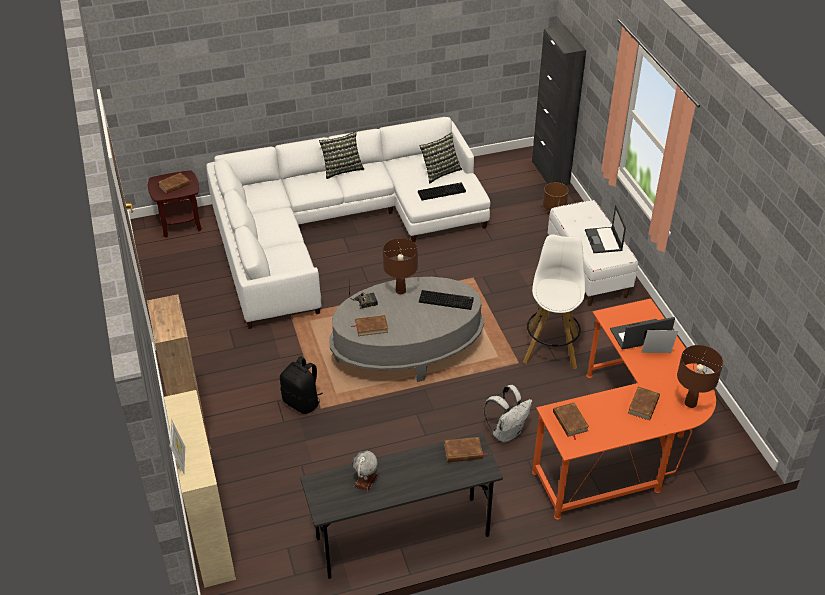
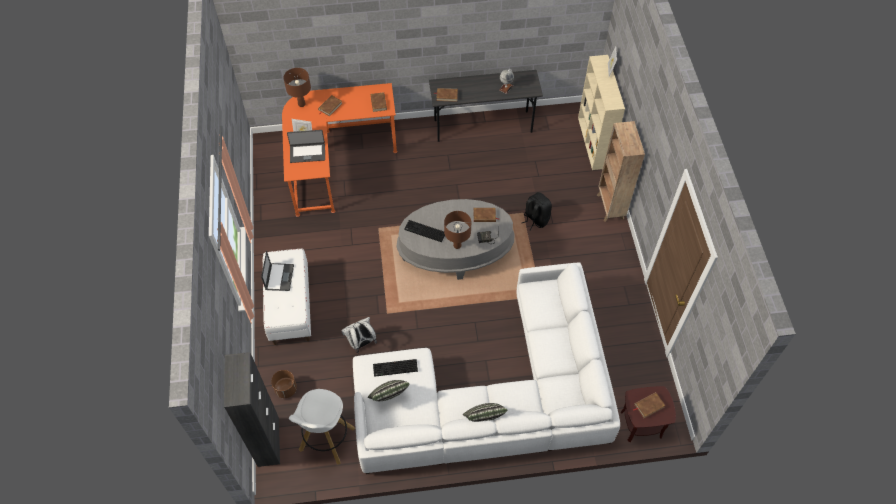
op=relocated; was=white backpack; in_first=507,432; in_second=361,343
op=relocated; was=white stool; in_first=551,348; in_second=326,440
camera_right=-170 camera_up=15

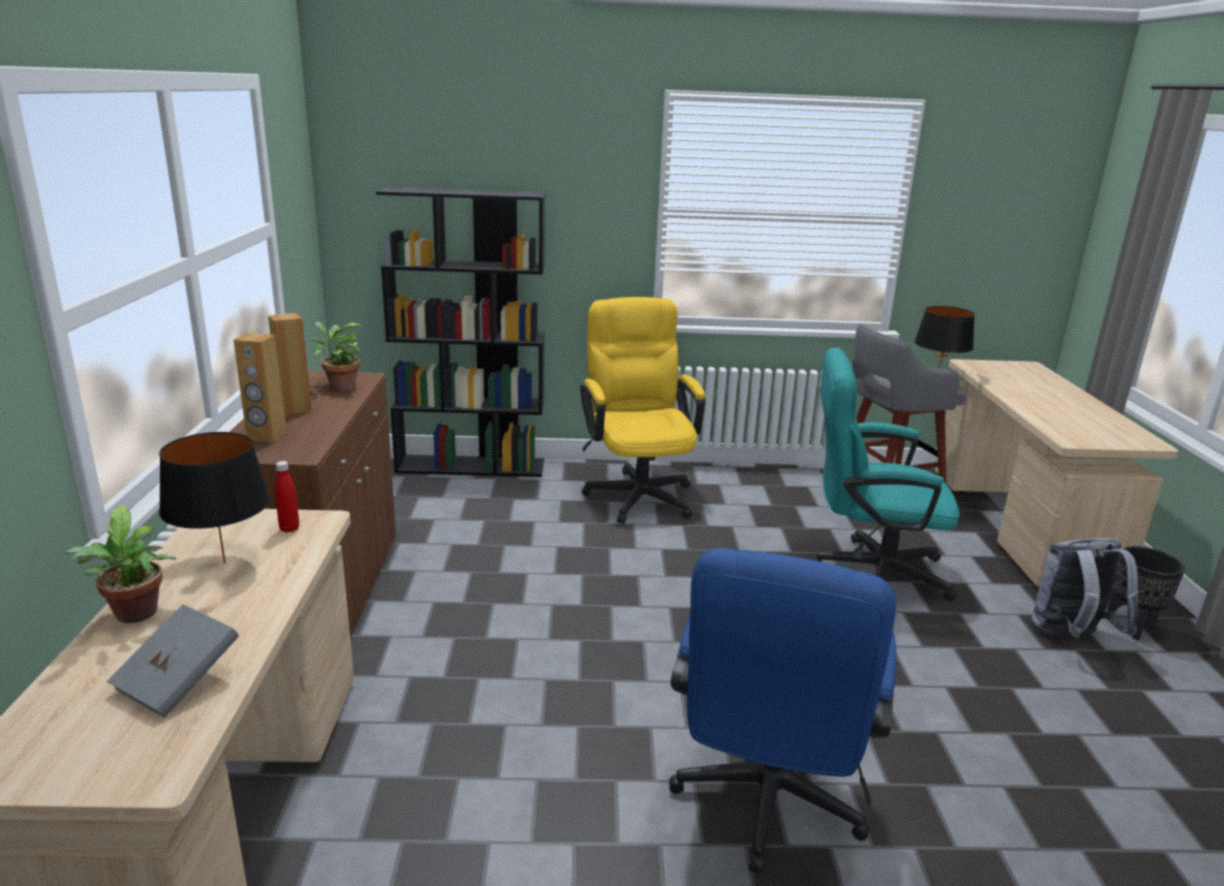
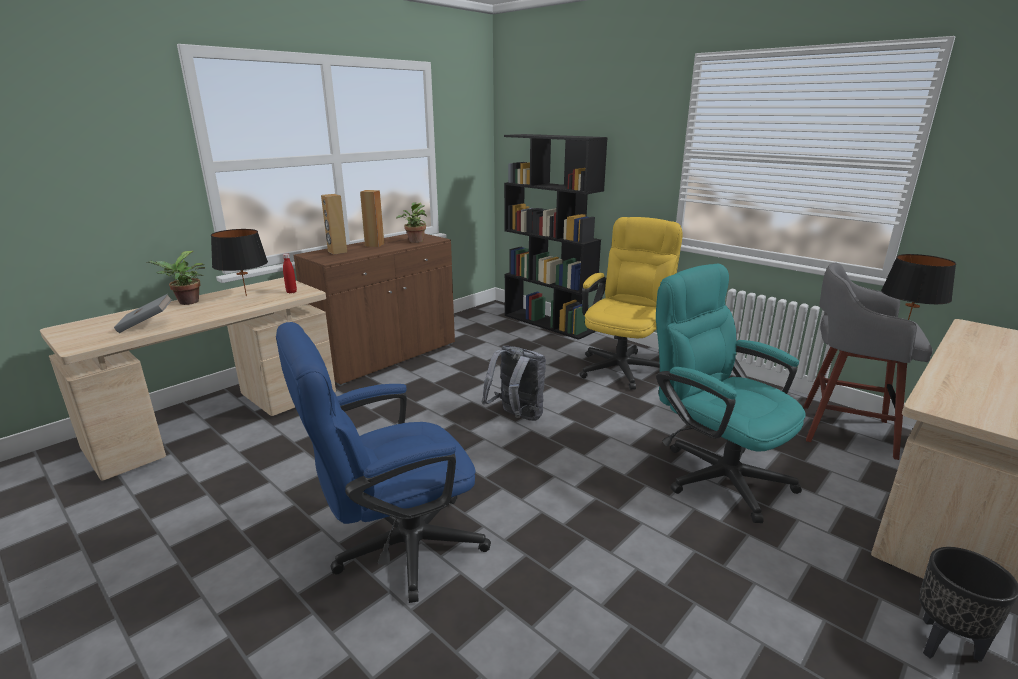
op=relocated; was=grey backpack; in_first=1070,637; in_second=516,417
camera_right=45 camera_up=0

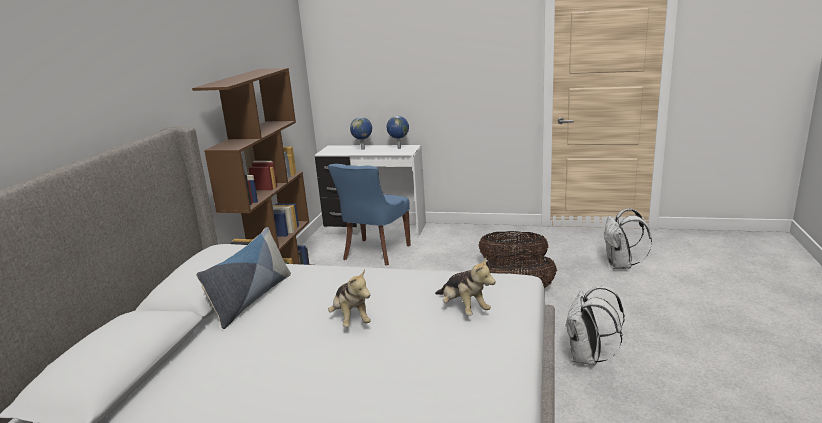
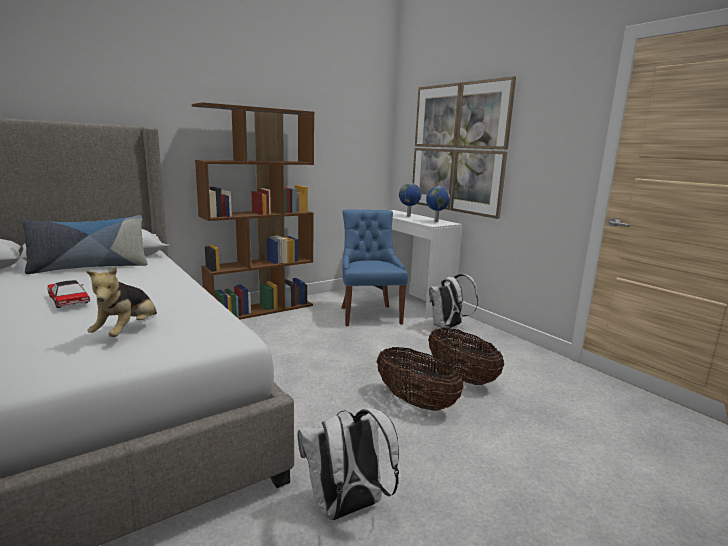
op=spun; was=blue chair; in_first=375,253; in_second=369,315; clockwise=105
op=exchanged; was=plush toy; now=toy car; in_first=351,319; in_second=69,300
op=relocated; was=white backpack; in_first=621,265; in_second=448,327
op=appeared; now=picture; in_second=457,148
camera_right=40 camera_up=-5

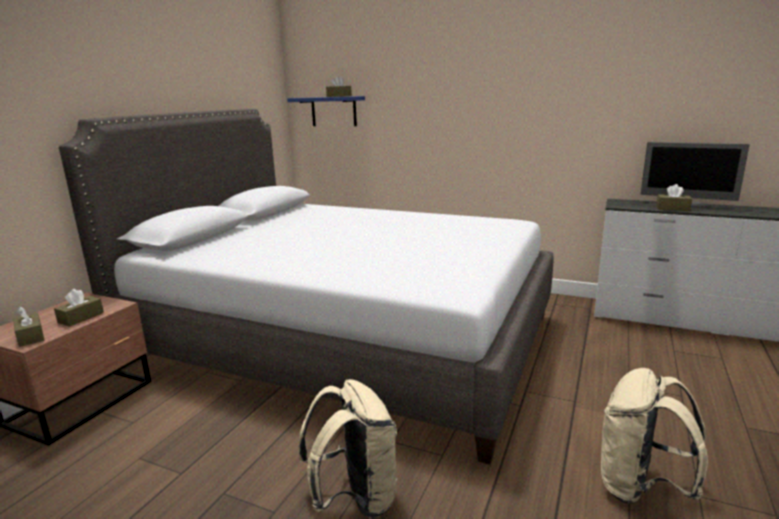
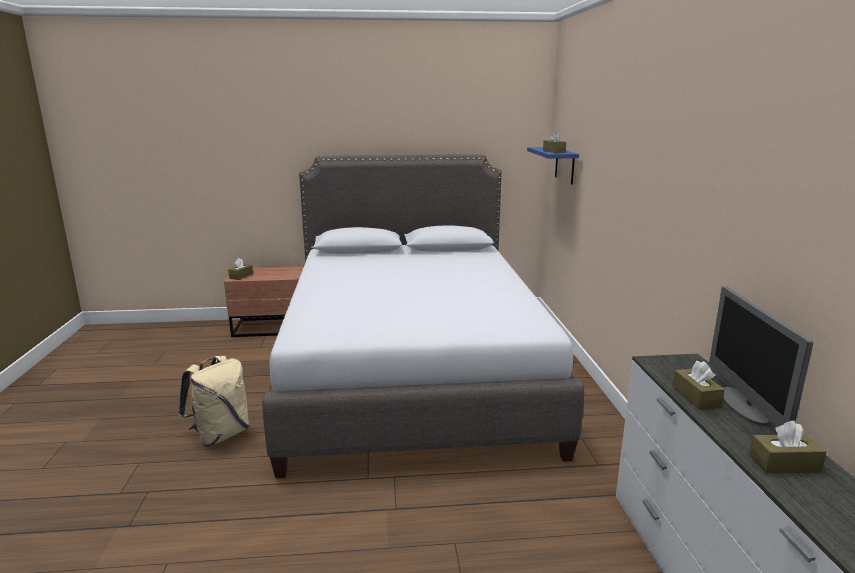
op=relocated; was=brown tissue box; in_first=81,317; in_second=784,464
op=missing; was=beige backpack; in_first=640,487
camera_right=60 camera_up=0

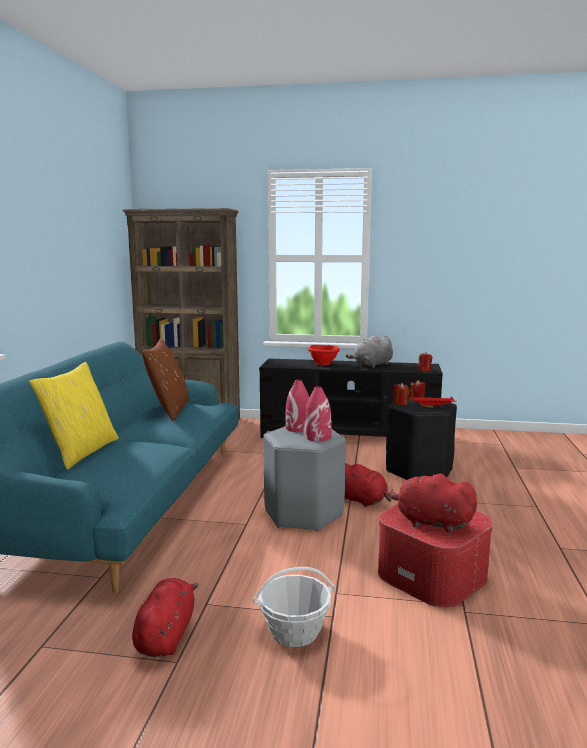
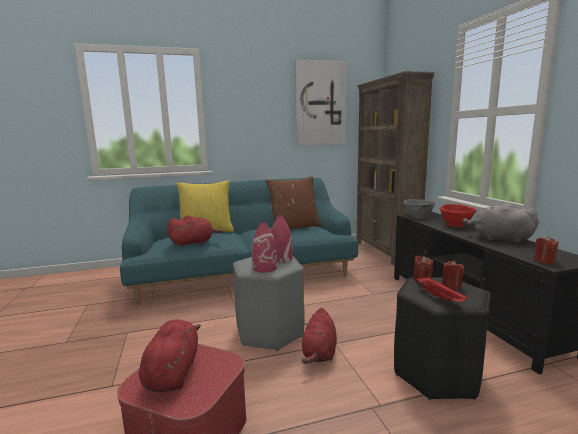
op=relocated; was=red plush toy; in_first=166,636; in_second=194,243
op=missing; was=basket; in_first=294,631
op=appeared; now=picture; in_second=320,103
op=appeared; now=grey bowl; in_second=418,217
camera_right=65 camera_up=0

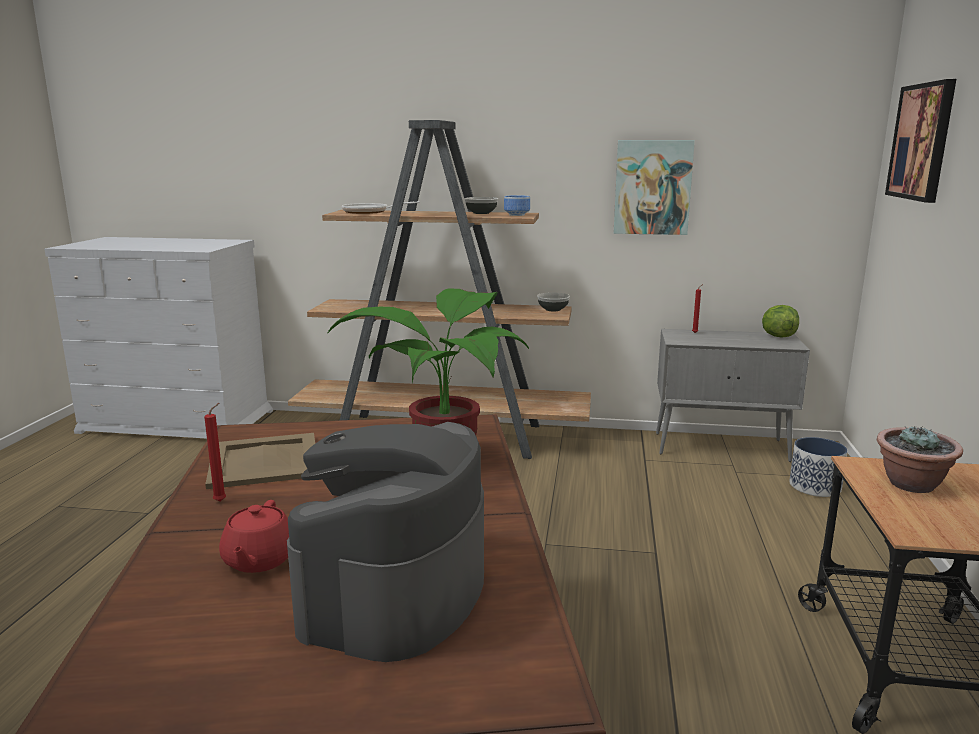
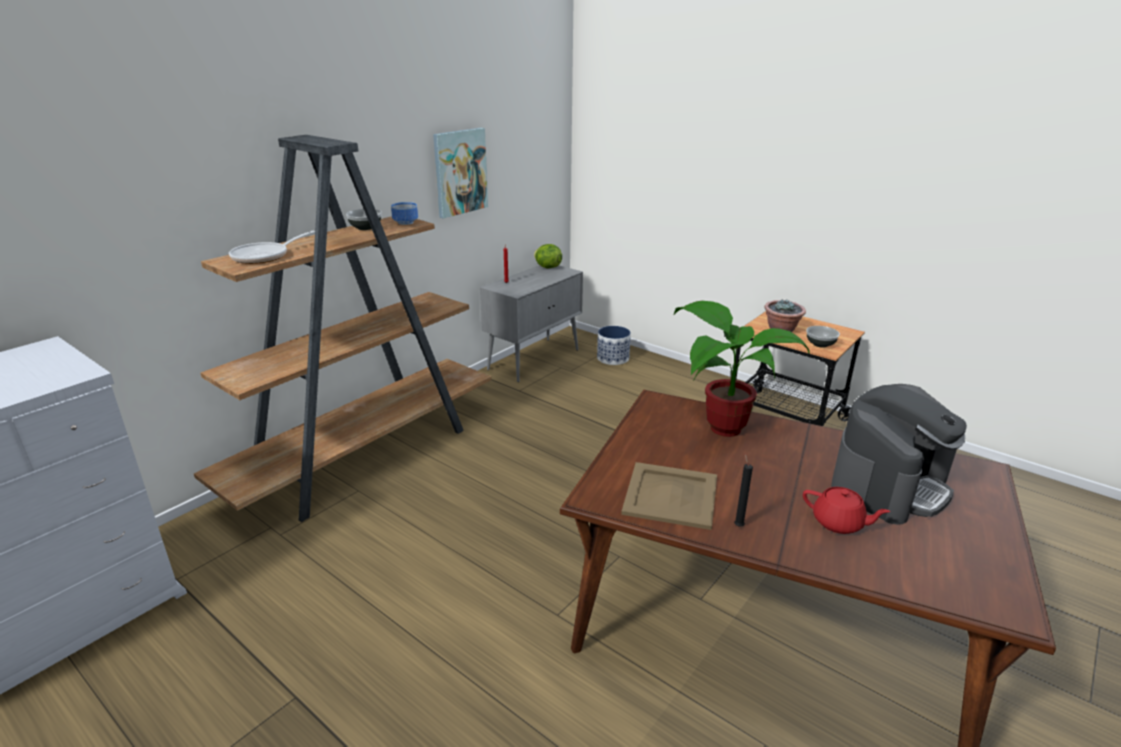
op=colour; was=red candle; now=black candle; in_first=222,501; in_second=738,525
op=spun; was=coffee machine; in_first=394,590; in_second=889,484; clockwise=-90
op=relocated; was=bowl; in_first=553,309; in_second=820,344
op=missing; was=picture; in_first=921,142
camera_right=-60 camera_up=10

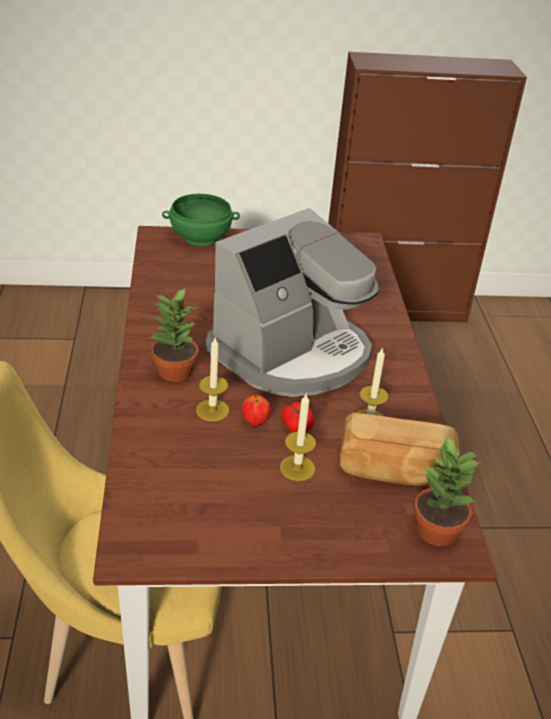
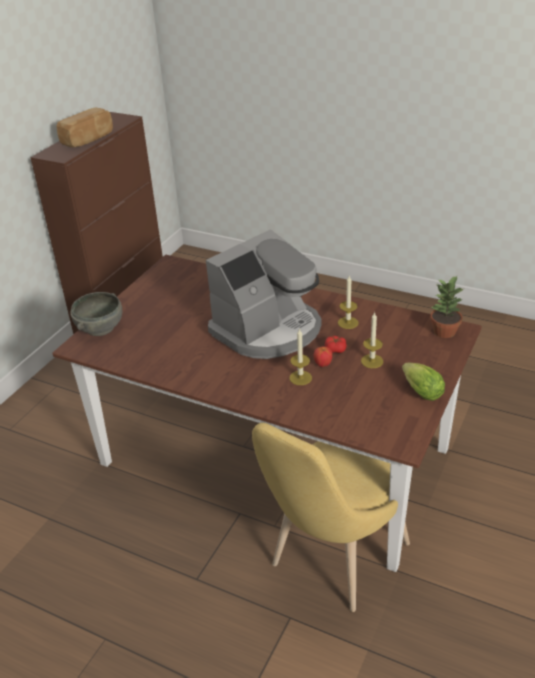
op=missing; was=potted plant; in_first=173,372
op=colour; was=green bowl; now=grey bowl; in_first=200,237; in_second=99,328
op=spun; was=coffee machine; in_first=292,354; in_second=268,330; clockwise=60
op=relocated; was=bread; in_first=395,470; in_second=88,139
op=appeared; now=lettuce; in_second=420,391
camera_right=-55 camera_up=0

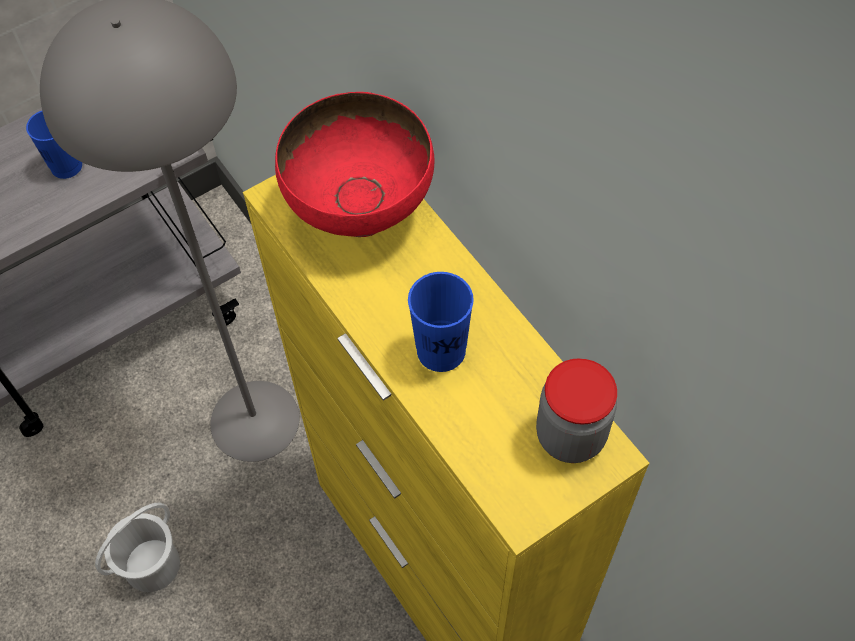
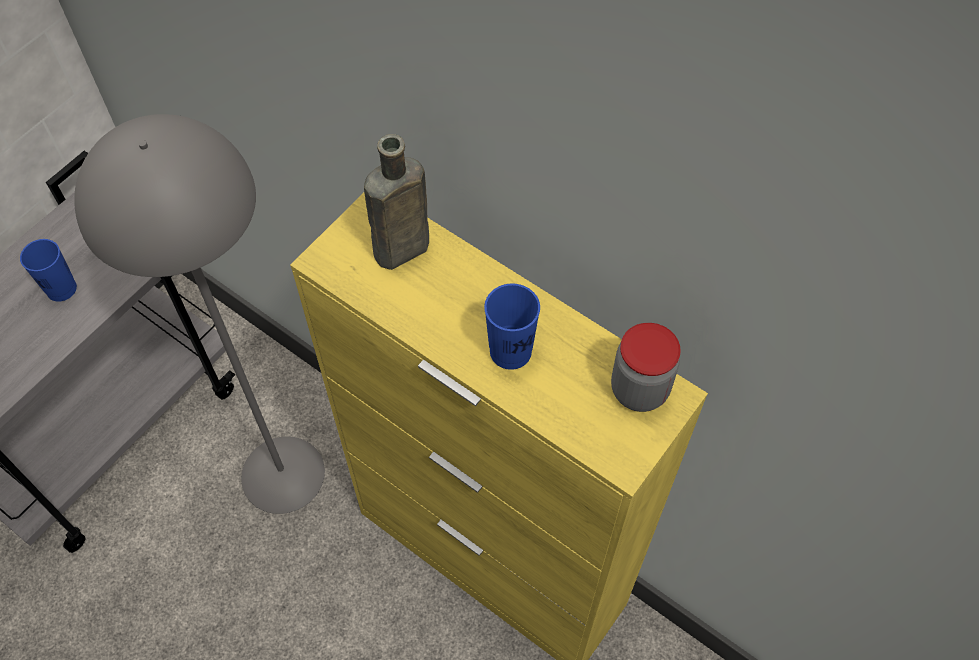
op=missing; was=white bucket; in_first=151,564
op=exchanged; was=red bowl; now=brown bottle; in_first=361,208; in_second=398,252
camera_right=-20 camera_up=0

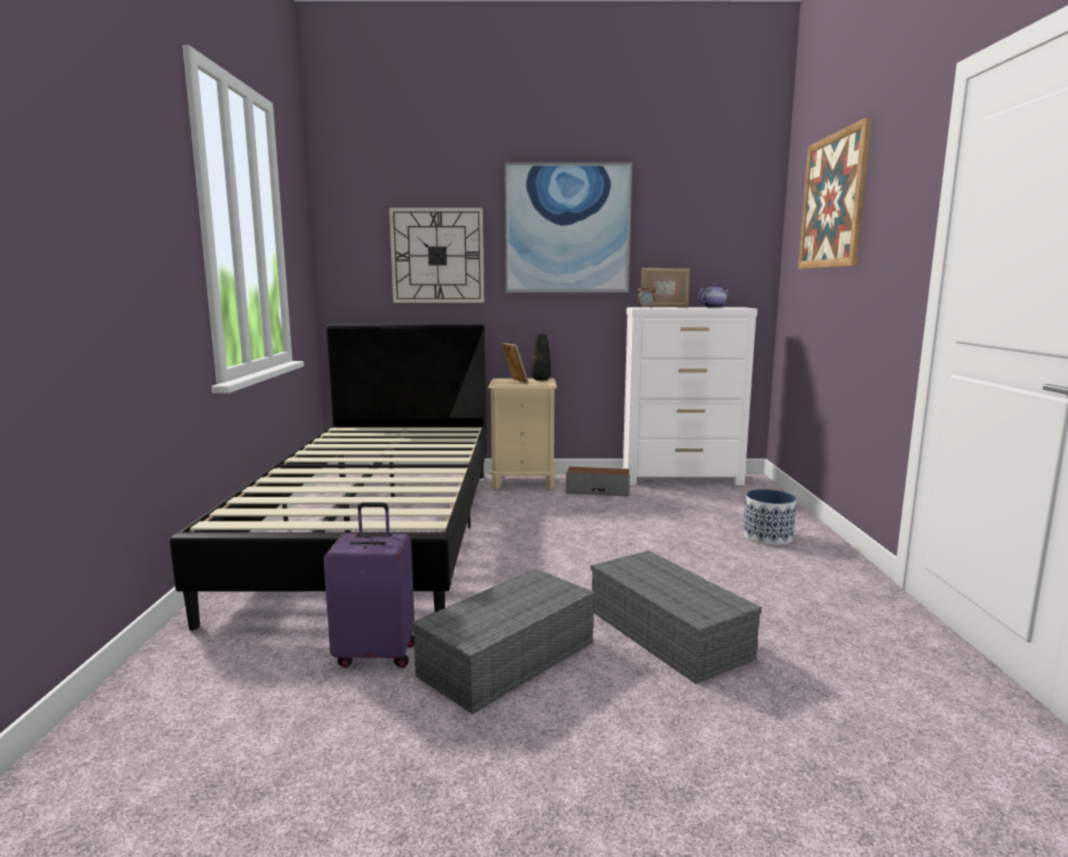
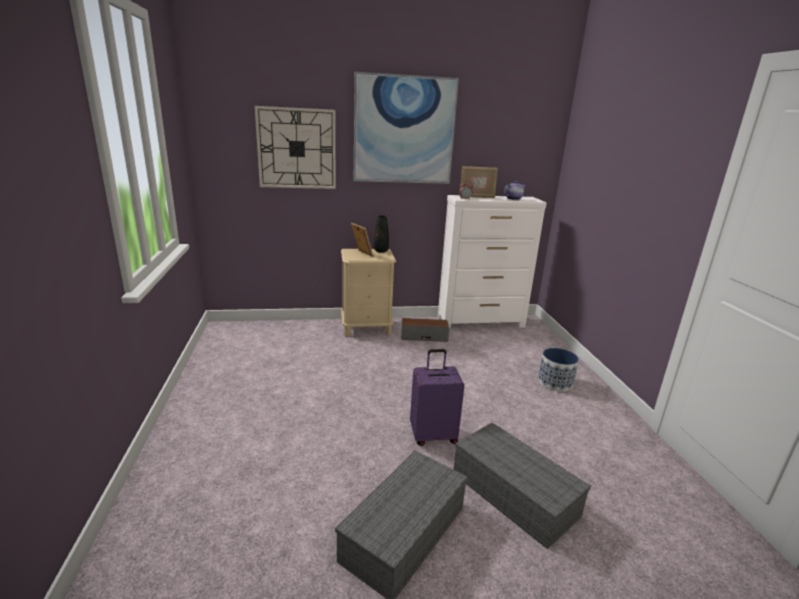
op=missing; was=black bed; in_first=378,530
op=relocated; was=purple suitcase; in_first=376,654; in_second=433,435
op=missing; was=picture; in_first=833,201
camera_right=-10 camera_up=10

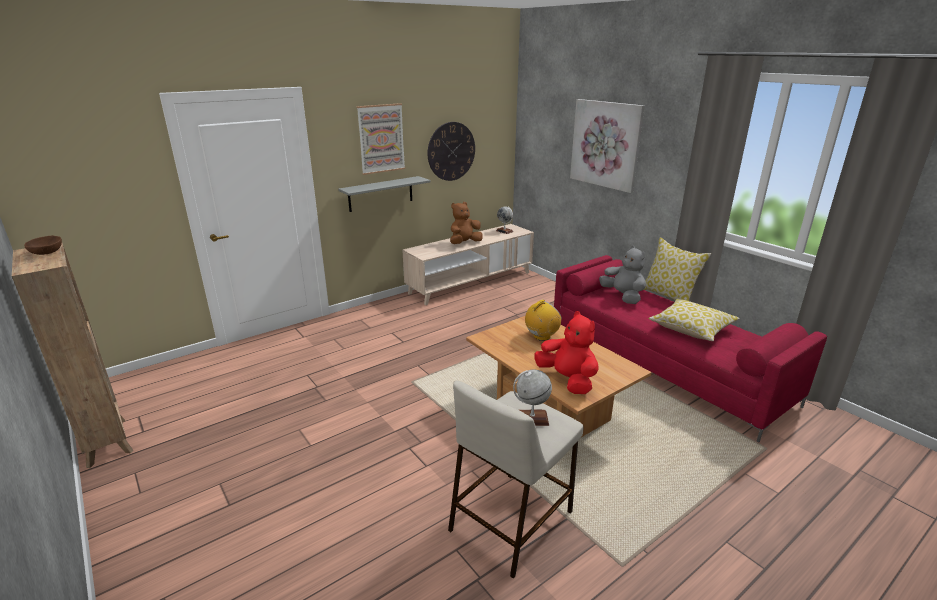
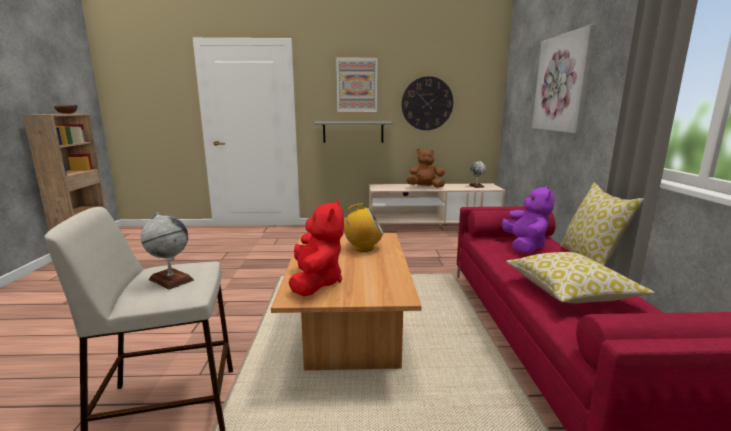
op=colour; was=grey plush toy; now=purple plush toy; in_first=622,296; in_second=524,246
camera_right=35 camera_up=-10

